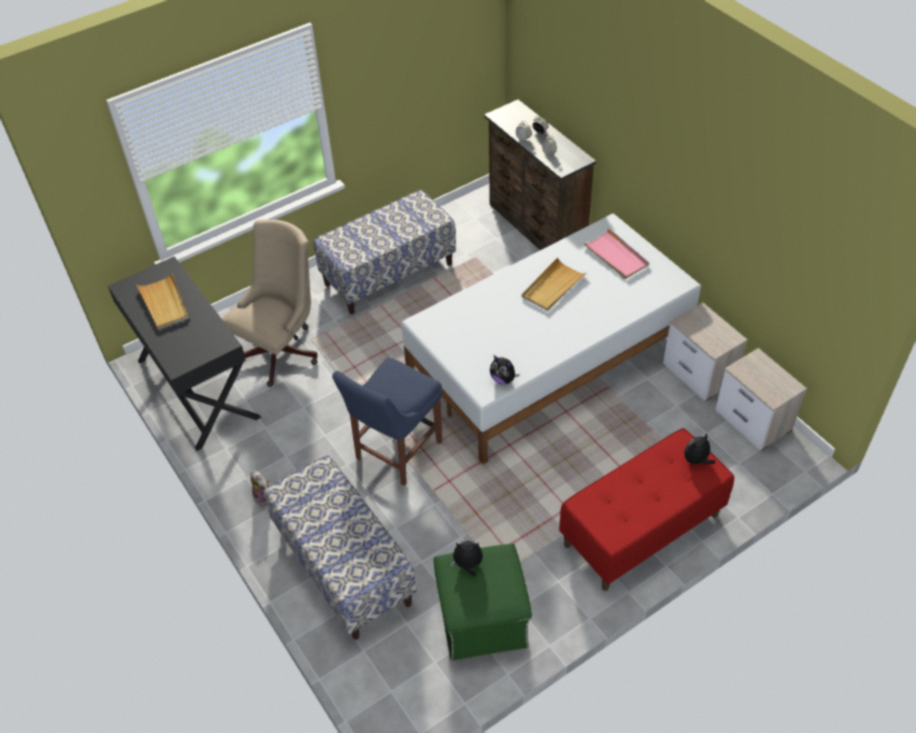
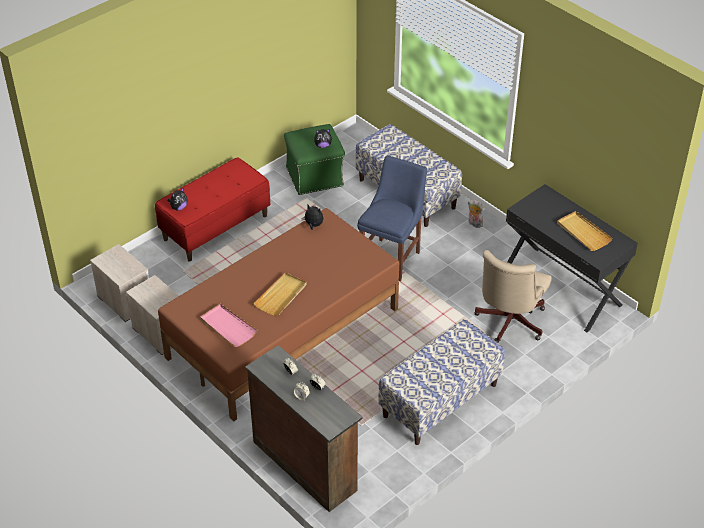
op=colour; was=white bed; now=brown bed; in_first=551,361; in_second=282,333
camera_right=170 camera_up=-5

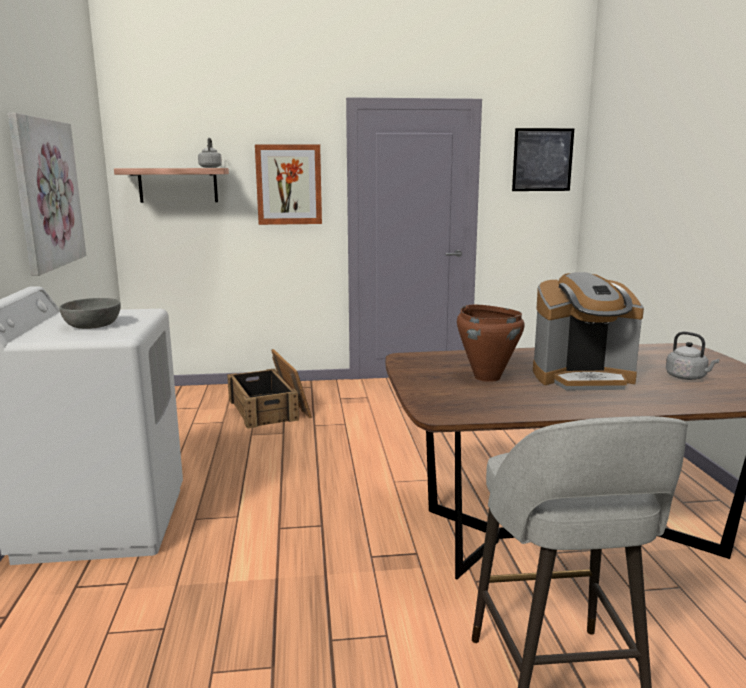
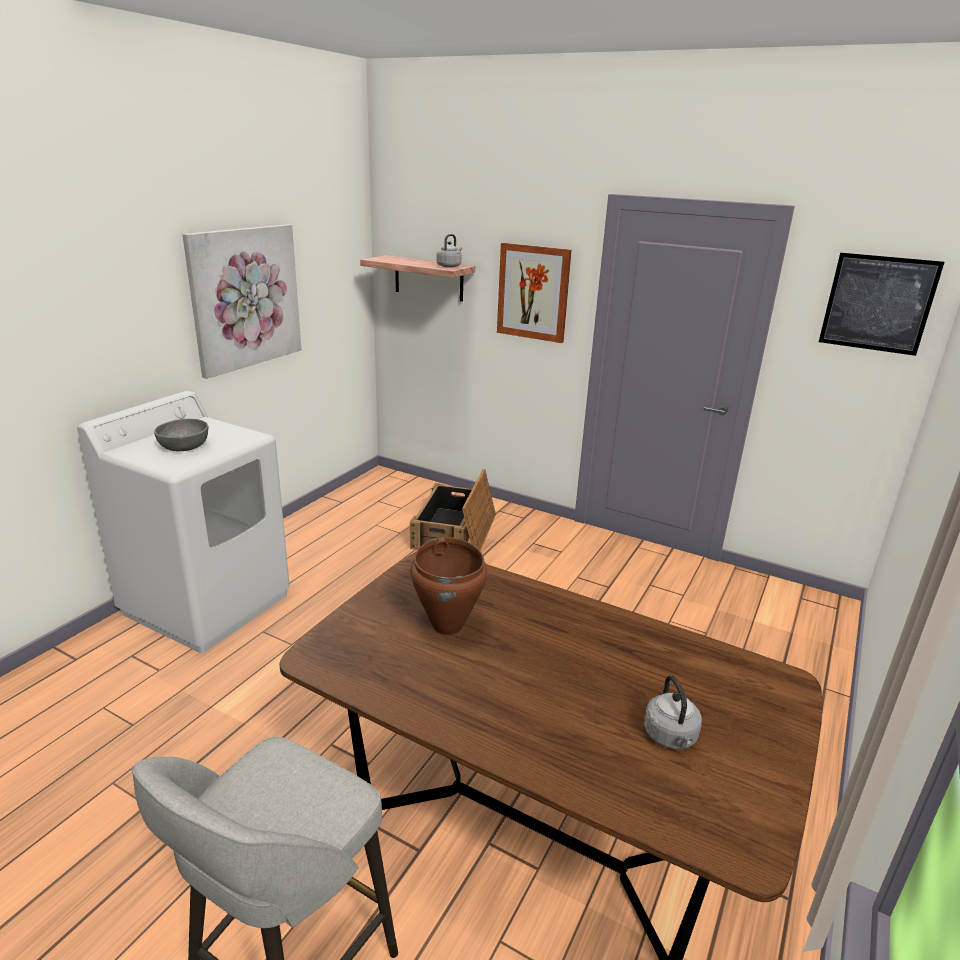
op=missing; was=coffee machine; in_first=582,378
camera_right=35 camera_up=10

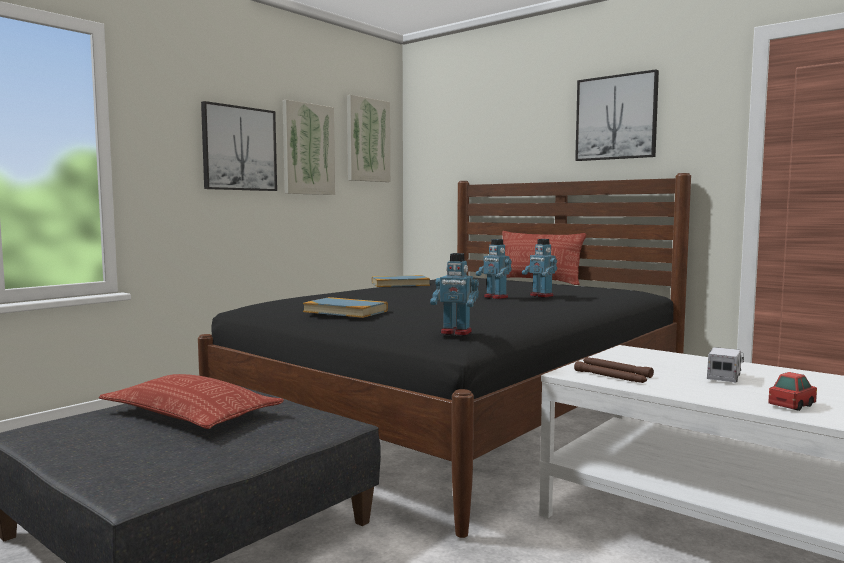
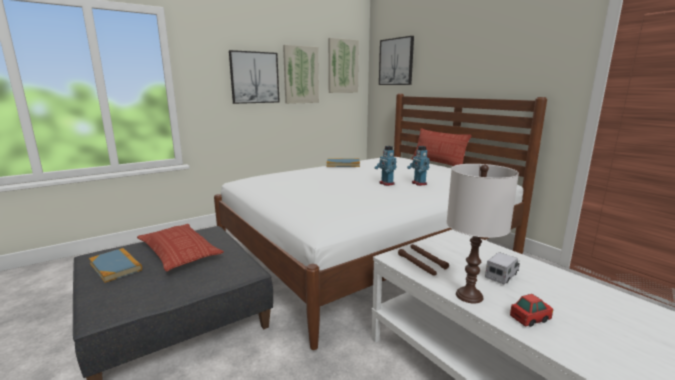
op=colour; was=black bed; now=white bed; in_first=461,417; in_second=369,251
op=relocated; was=book; in_first=345,311; in_second=116,267
op=missing; was=toy robot; in_first=456,333
op=relocated; was=picture; in_first=616,117; in_second=396,62
op=appeared; now=white table lamp; in_second=468,295
camera_right=15 camera_up=10

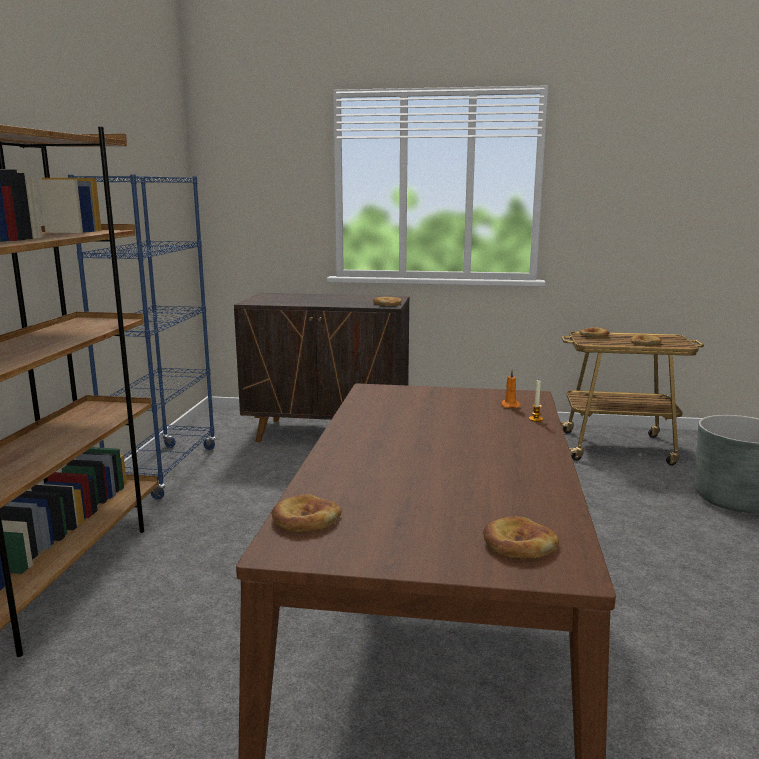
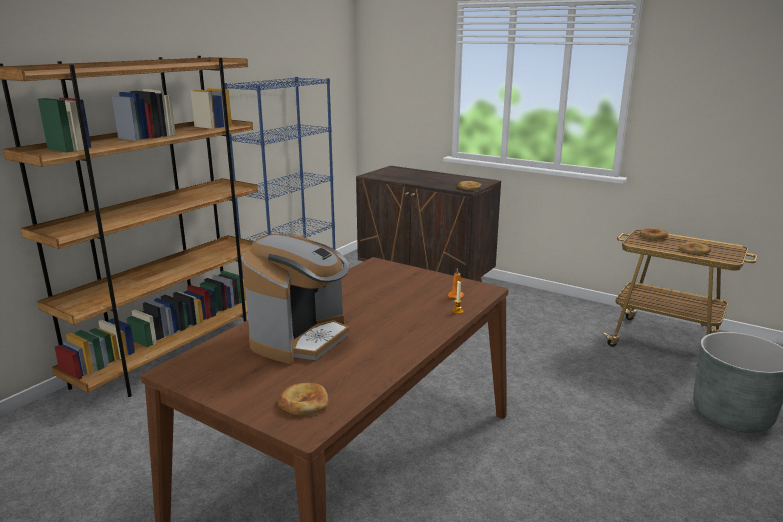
op=missing; was=bread; in_first=305,519
op=appeared; now=coffee machine; in_second=301,339
camera_right=25 camera_up=5

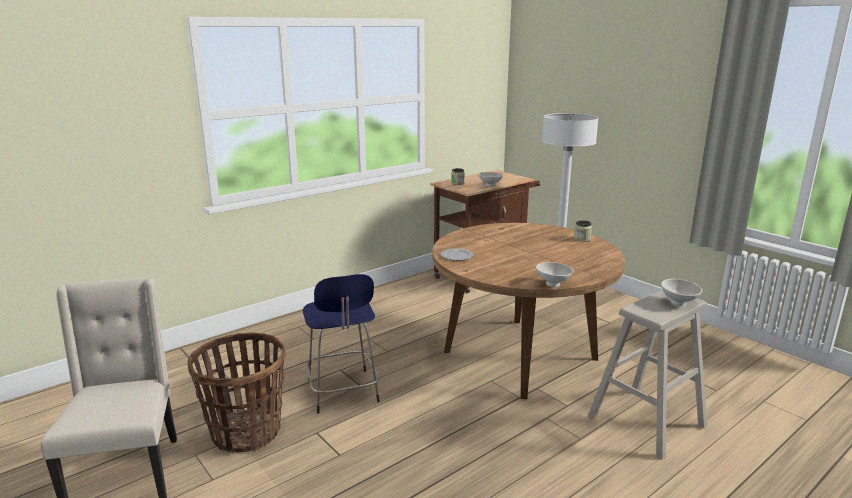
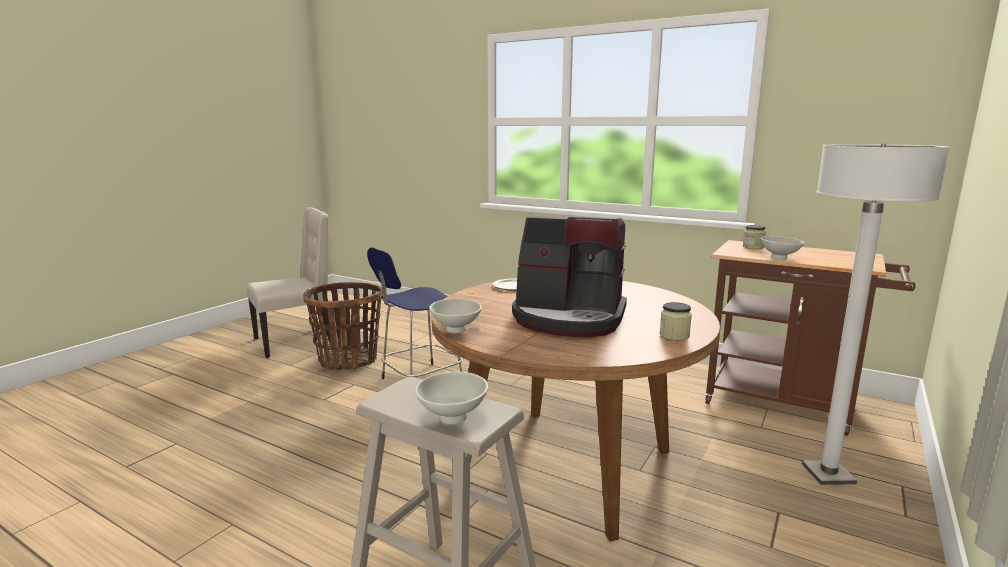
op=appeared; now=coffee machine; in_second=569,318
camera_right=70 camera_up=-5

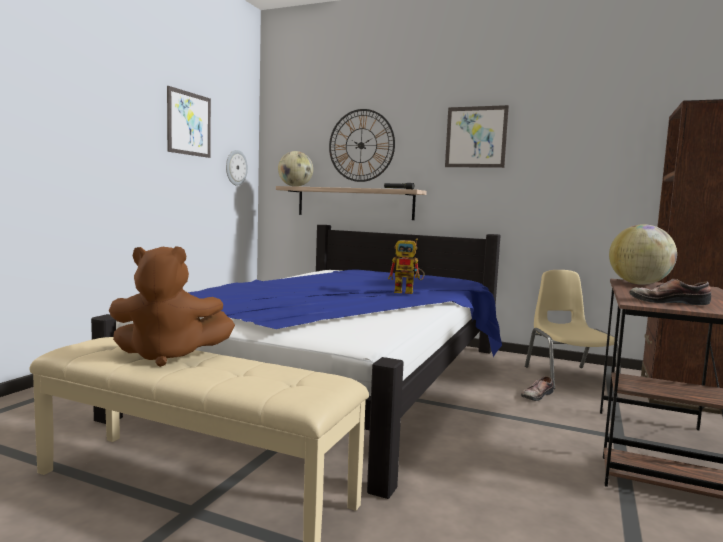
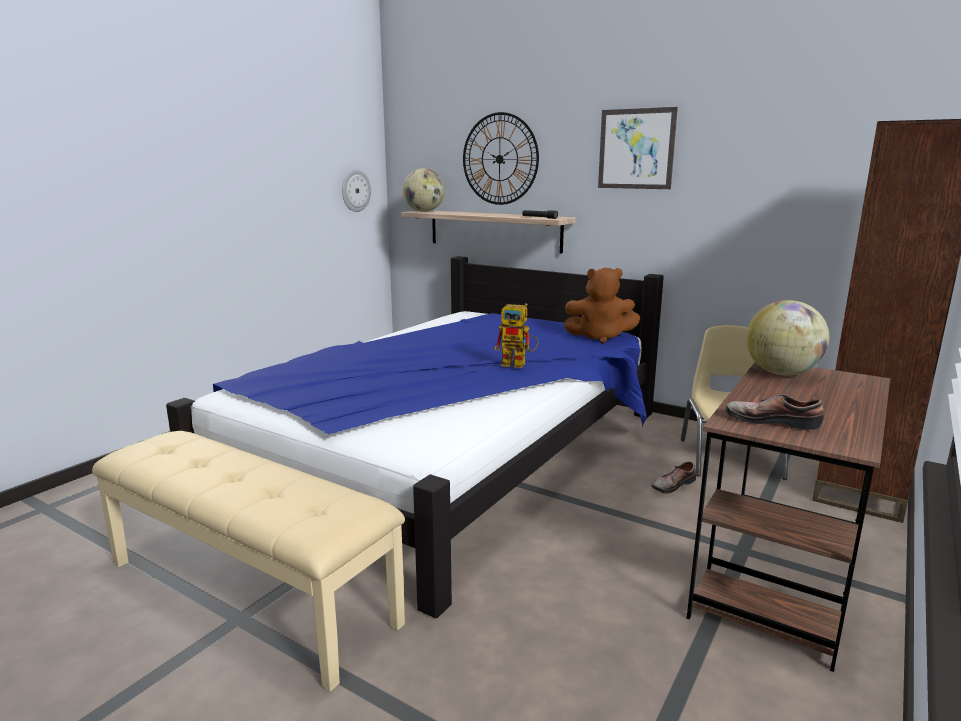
op=relocated; was=brown plush toy; in_first=168,356; in_second=600,337
op=missing; was=picture; in_first=189,123
camera_right=10 camera_up=10

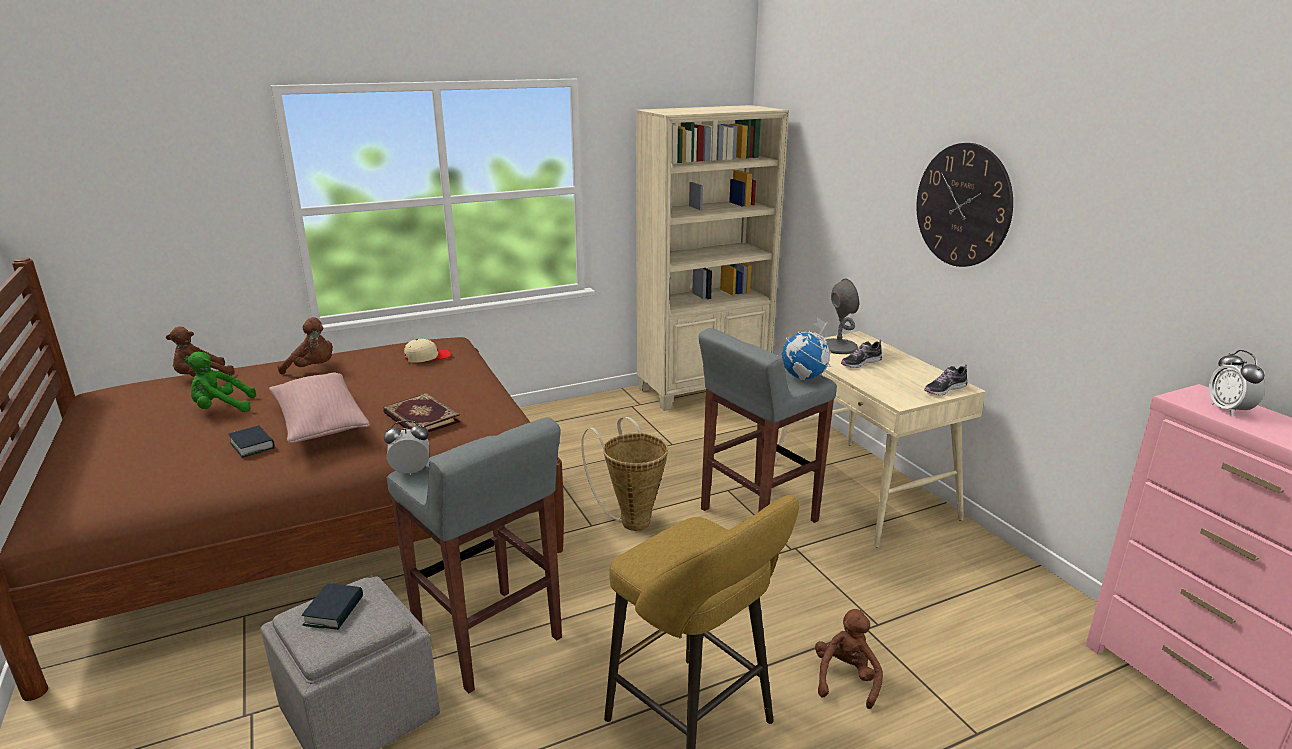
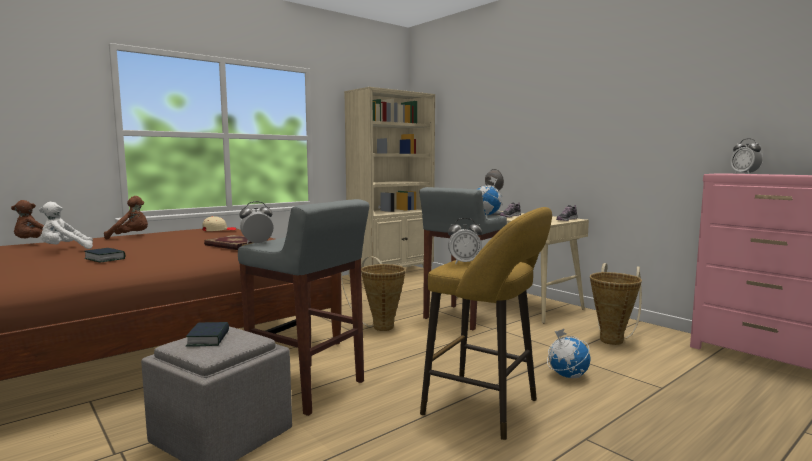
op=colour; was=green plush toy; now=white plush toy; in_first=221,409; in_second=65,250
op=missing; was=pink pillow; in_first=320,424
op=exchanged; was=brown plush toy; now=globe; in_first=846,679; in_second=567,376
op=missing; was=wall clock; in_first=963,205
op=appeared; now=alarm clock; in_second=464,263
op=appeared; now=basket; in_second=612,339
camera_right=-15 camera_up=-15

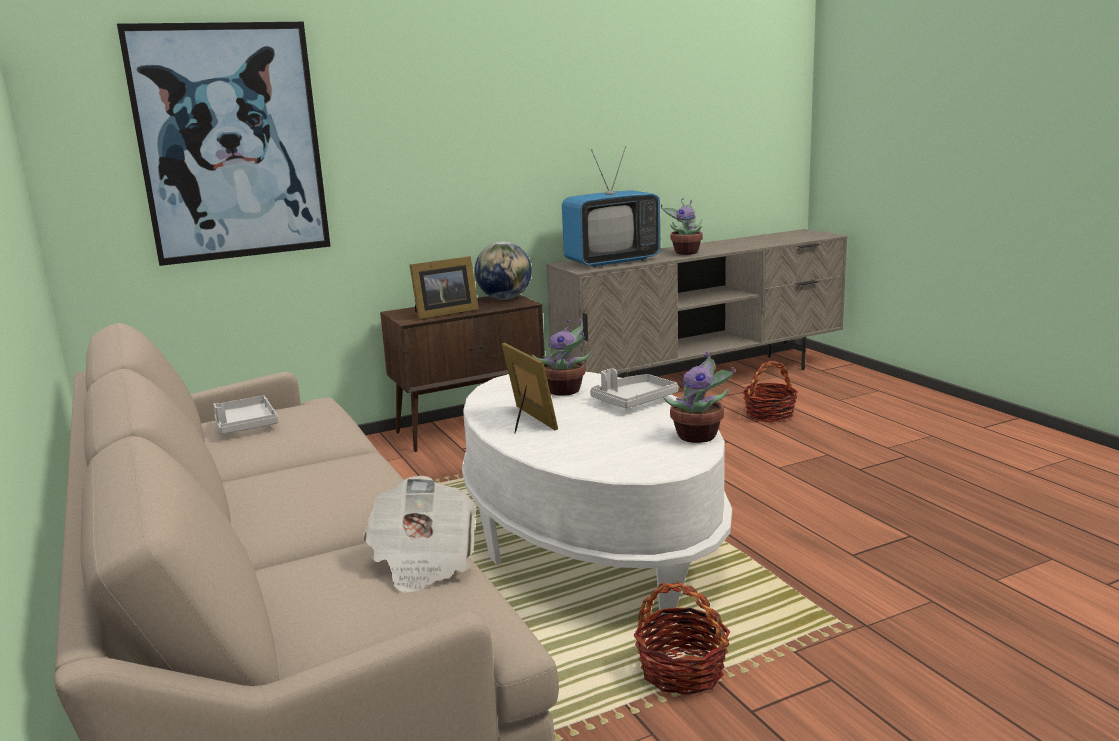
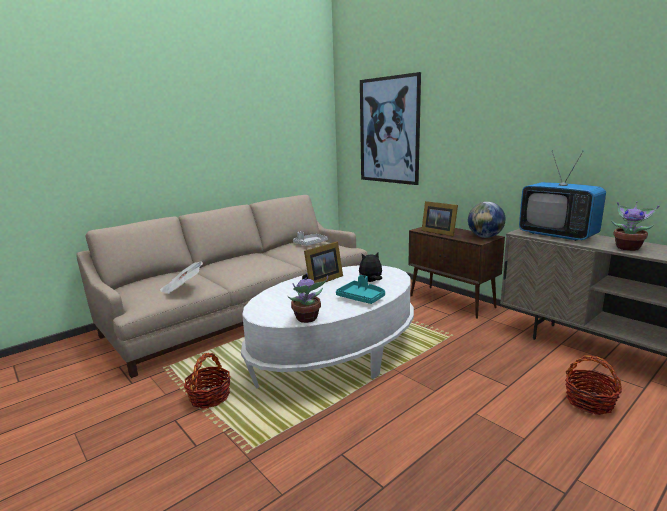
op=exchanged; was=potted plant; now=plush toy; in_first=566,391; in_second=371,281
op=colour; was=grey tray; now=turquoise tray; in_first=633,401; in_second=361,298
camera_right=75 camera_up=0

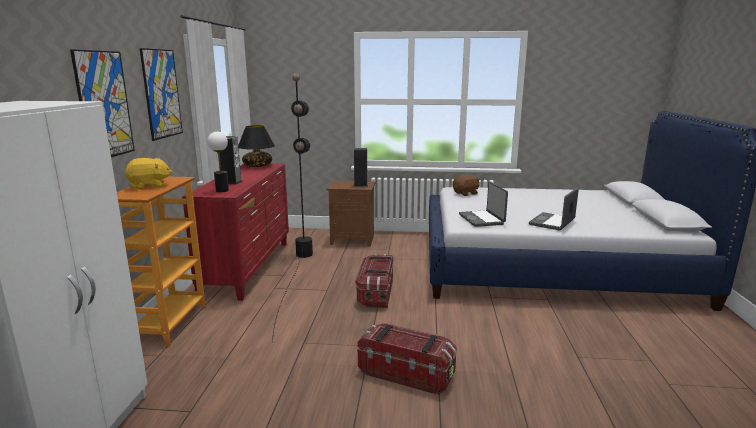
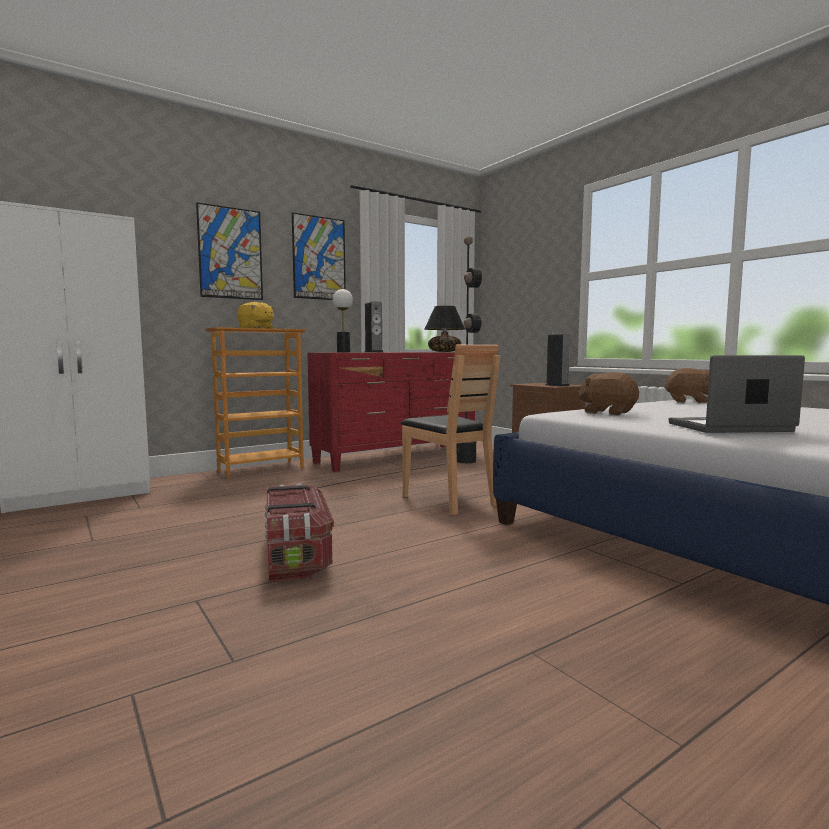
op=exchanged; was=storage box; now=brown chair; in_first=376,293; in_second=449,500
op=exchanged; was=laptop; now=brown plush toy; in_first=482,219; in_second=607,413
camera_right=50 camera_up=-10

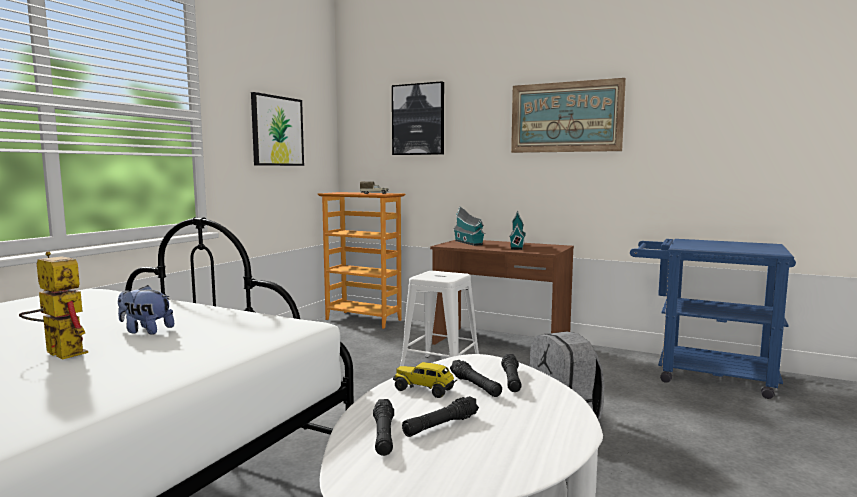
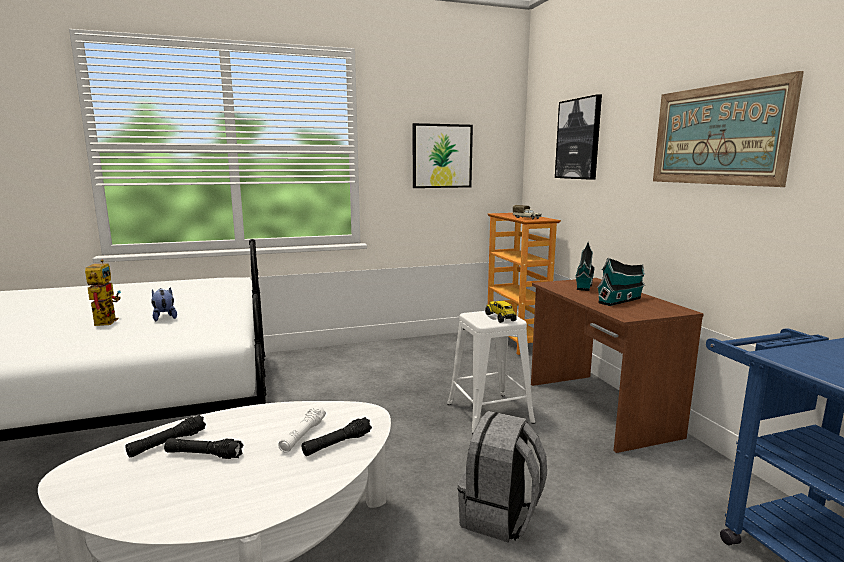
op=relocated; was=toy truck; in_first=424,390; in_second=500,318
op=colour; was=black flashlight; now=white flashlight; in_first=475,386; in_second=303,435
camera_right=45 camera_up=5

